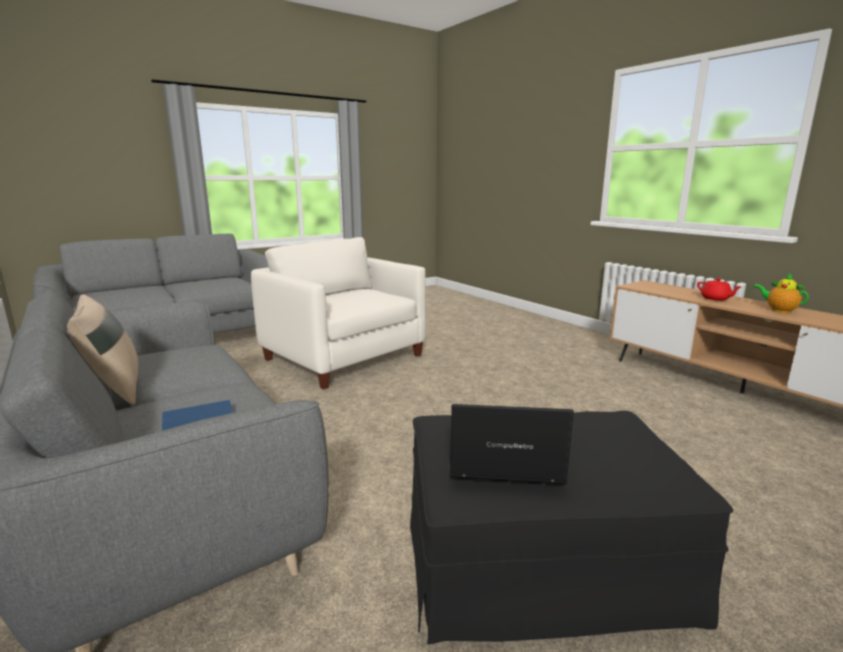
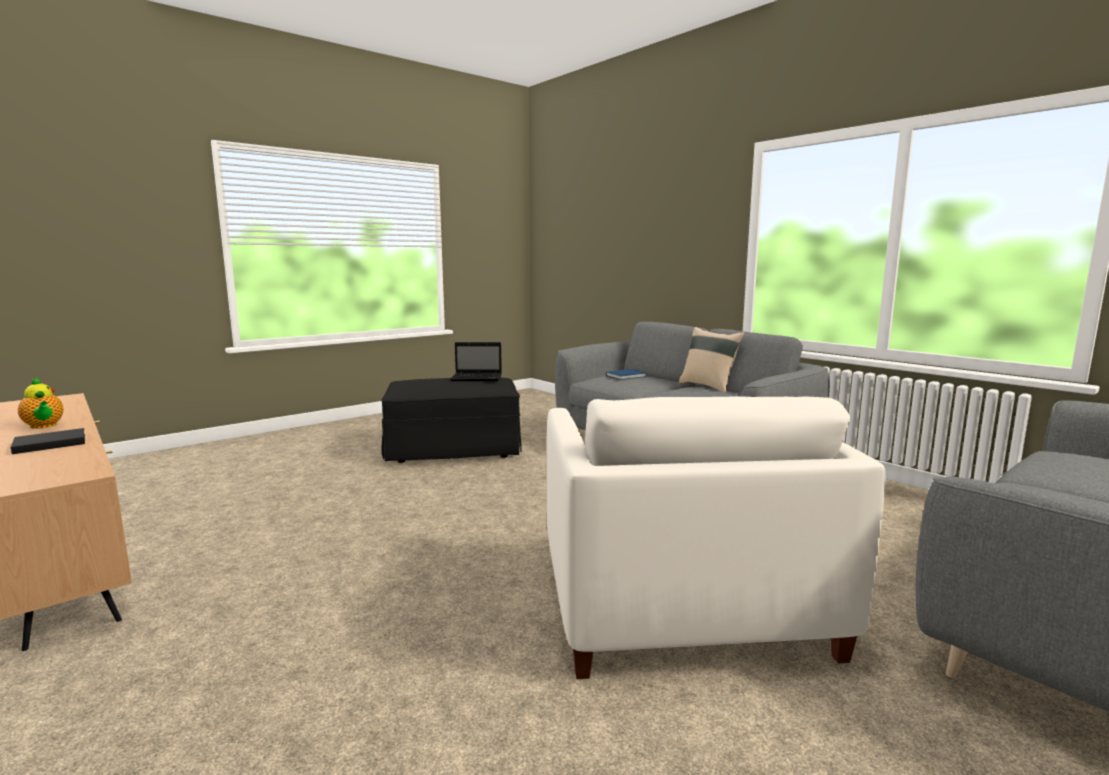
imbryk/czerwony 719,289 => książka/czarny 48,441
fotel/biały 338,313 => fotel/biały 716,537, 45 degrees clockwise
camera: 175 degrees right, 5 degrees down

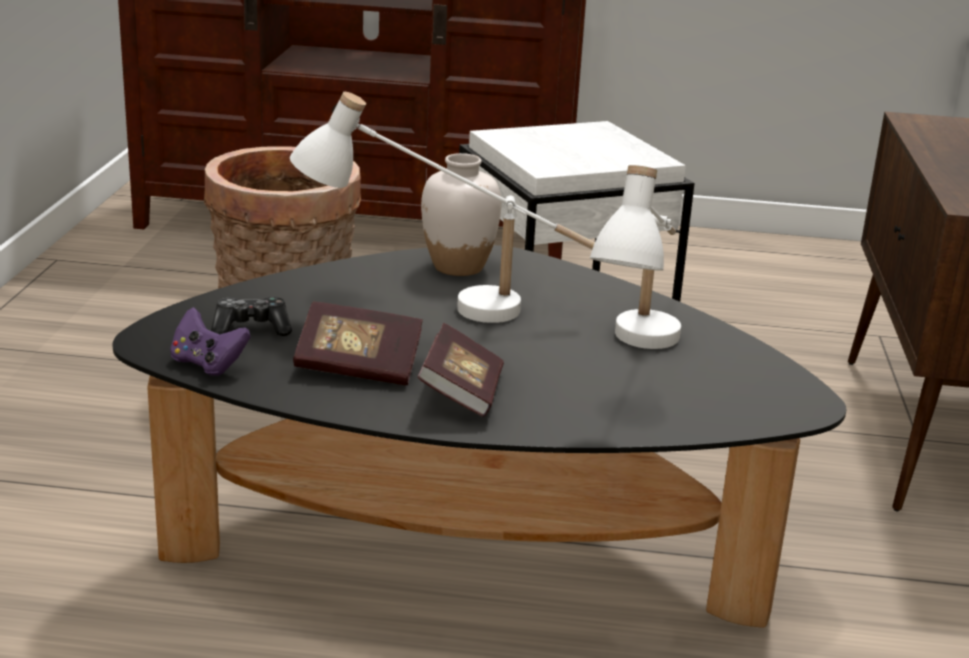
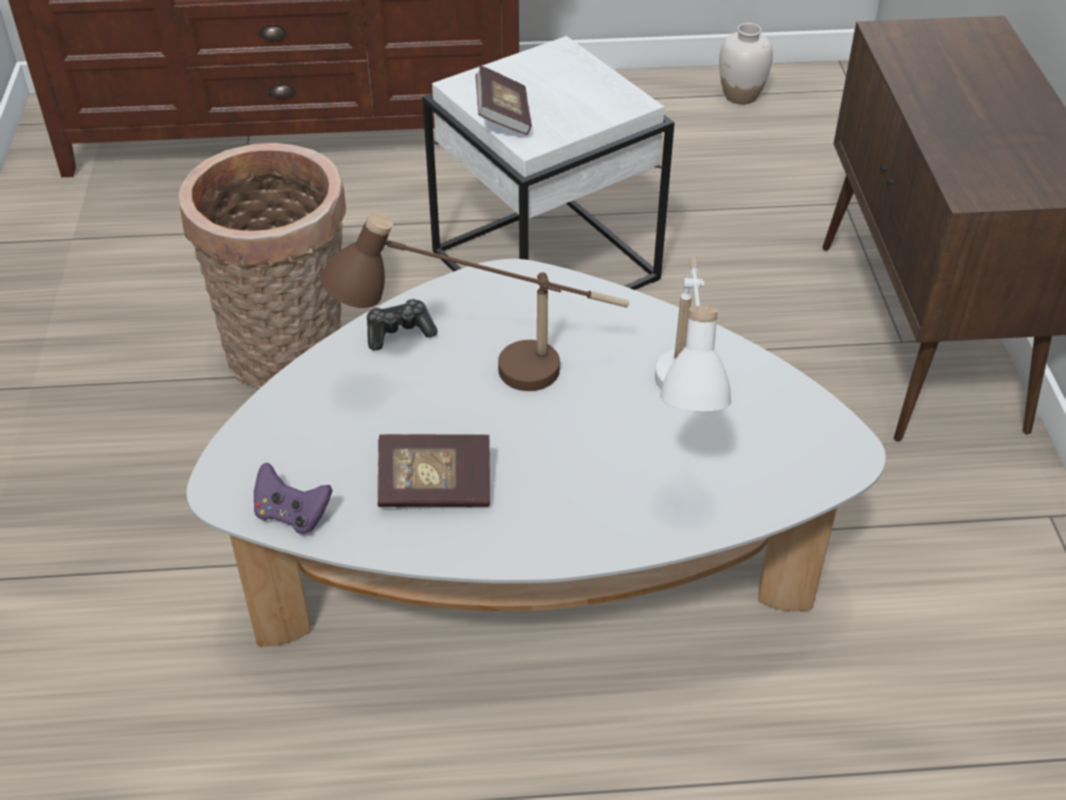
ława/czarny 479,436 => ława/biały 536,452
lampa stołowa/biały 442,207 => lampa stołowa/brązowy 474,301
pad do gier 251,316 => pad do gier 402,324, move
książka 461,370 => książka 503,100, move
wazon/biały 461,214 => wazon/biały 746,63, move
camera: 10 degrees left, 20 degrees up

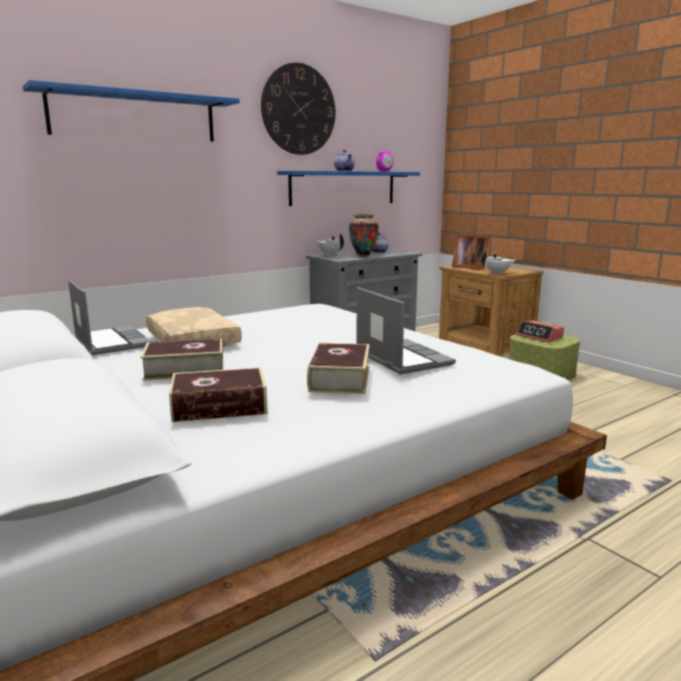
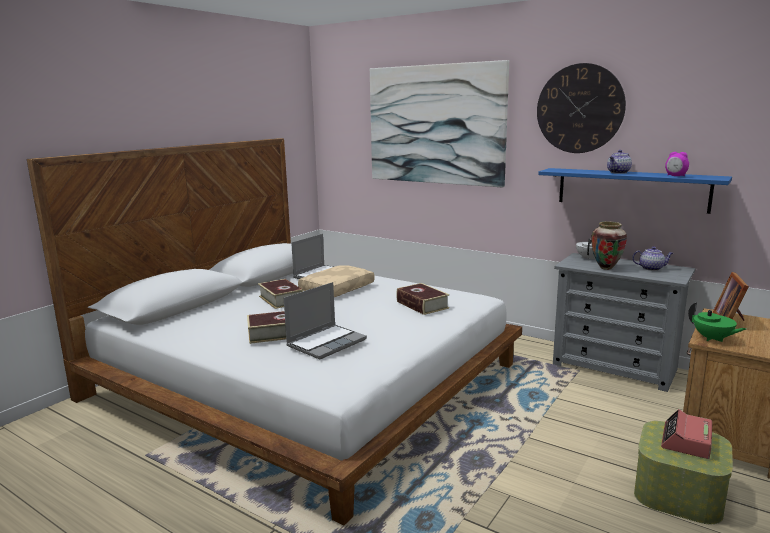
półka/niebieski 131,110 => obraz 439,124
książka 218,394 => książka 423,299, move
imbryk/biały 498,263 => imbryk/zielony 717,322
camera: 70 degrees right, 0 degrees up

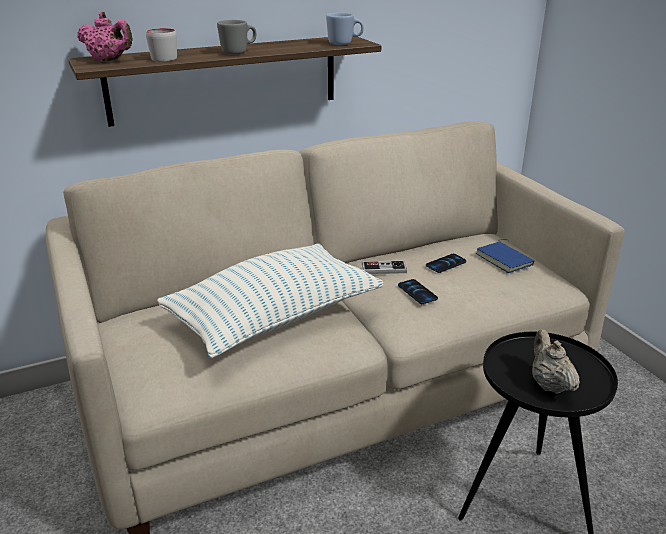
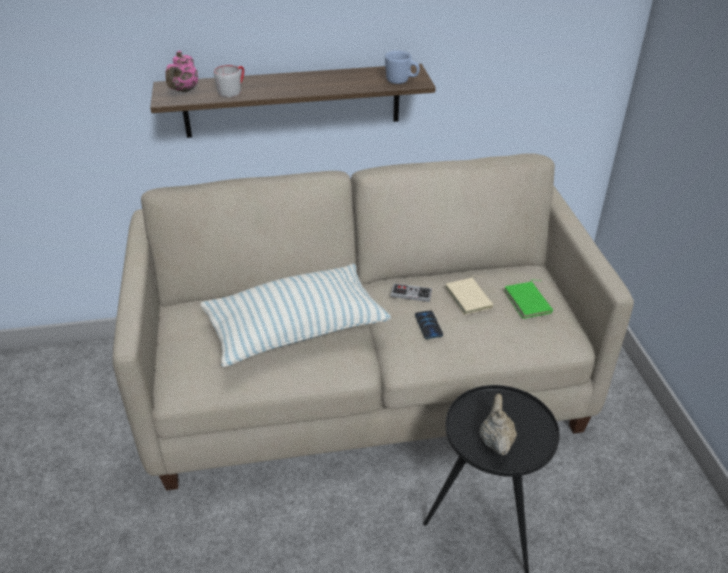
imbryk/różowy 105,36 => imbryk/różowy 182,71, 60 degrees clockwise
telefon 446,263 => książka/beżowy 469,295
książka/niebieski 505,256 => książka/zielony 528,299
kubek/szary 236,37 => nothing
camera: 15 degrees right, 10 degrees up

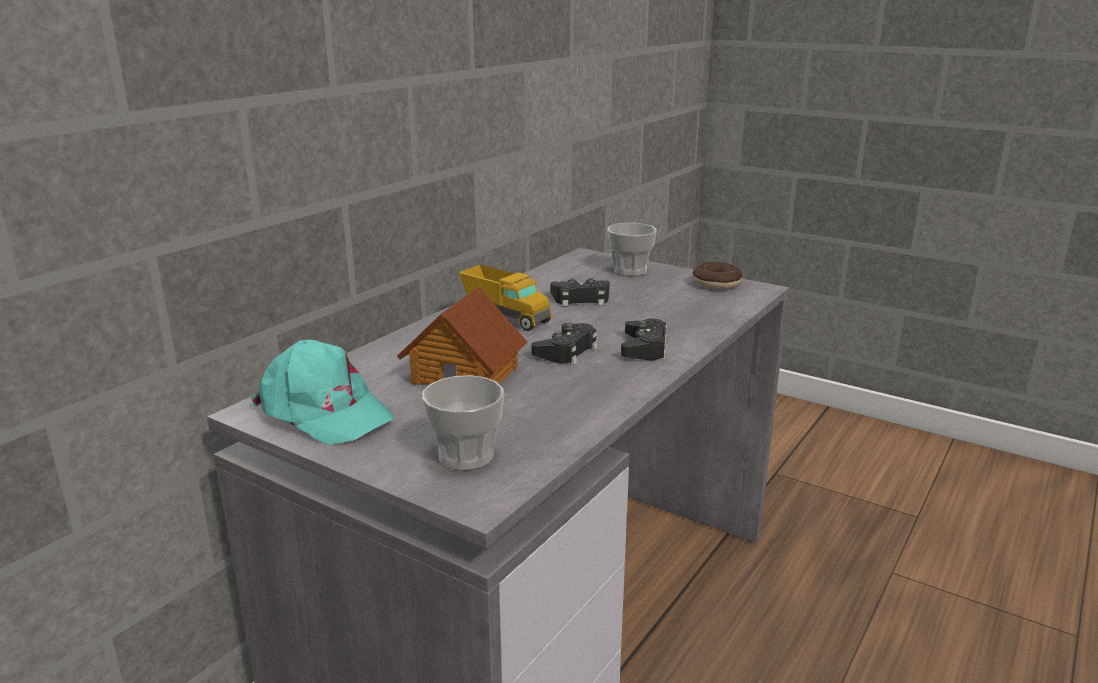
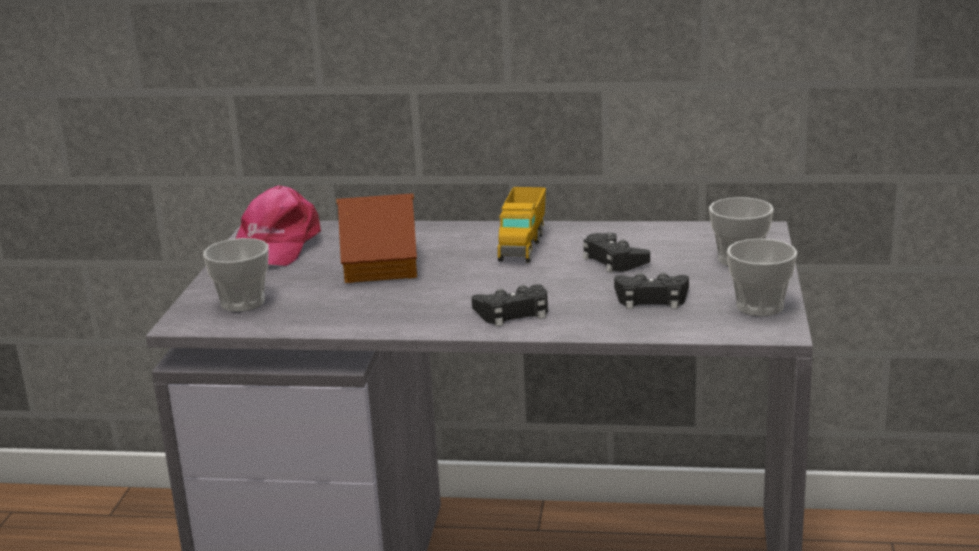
czapka z daszkiem/turkusowy 323,392 => czapka z daszkiem/różowy 278,225
pad do gier/czarny 564,344 => pad do gier/czarny 651,291, move
donut 717,276 => filiżanka 762,277
camera: 65 degrees right, 0 degrees up

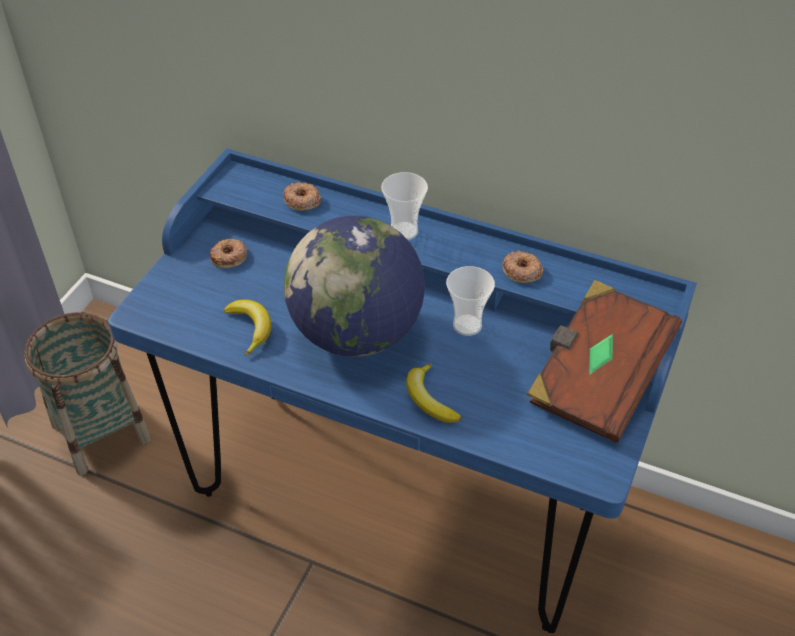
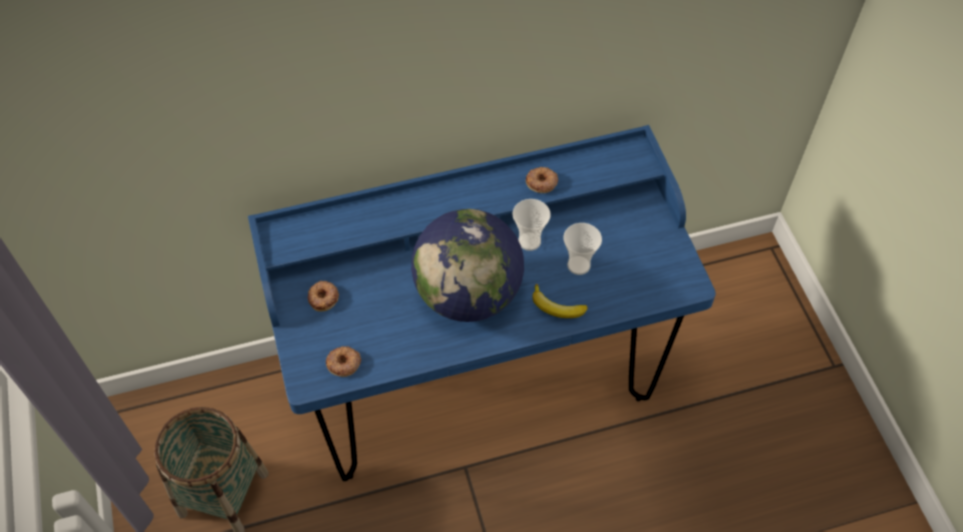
donut 302,196 => donut 343,361, move
filiżanka 404,206 => filiżanka 582,249, move
banan 247,328 => nothing
książka/brązowy 604,361 => nothing
camera: 40 degrees left, 10 degrees up

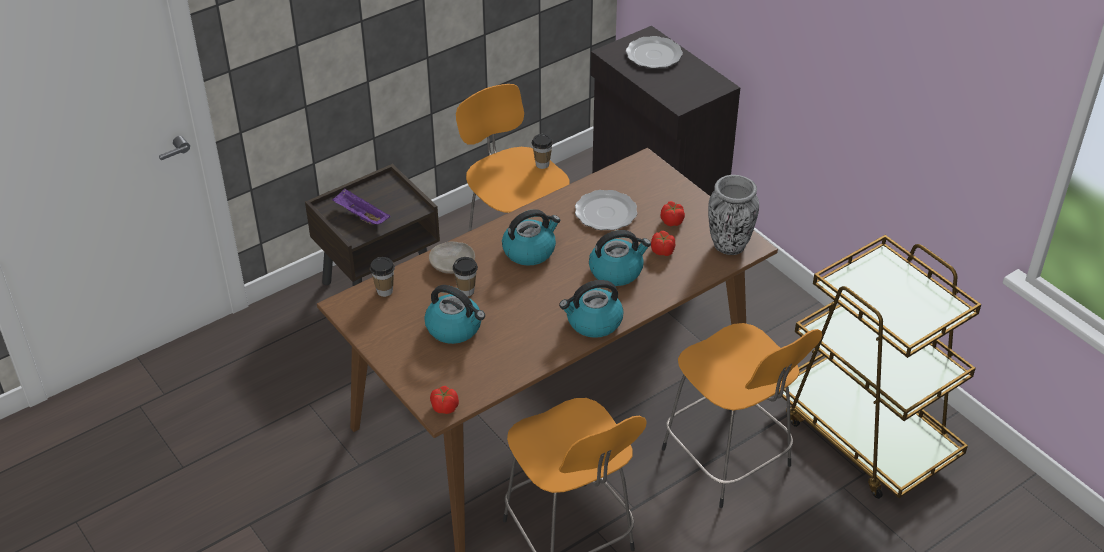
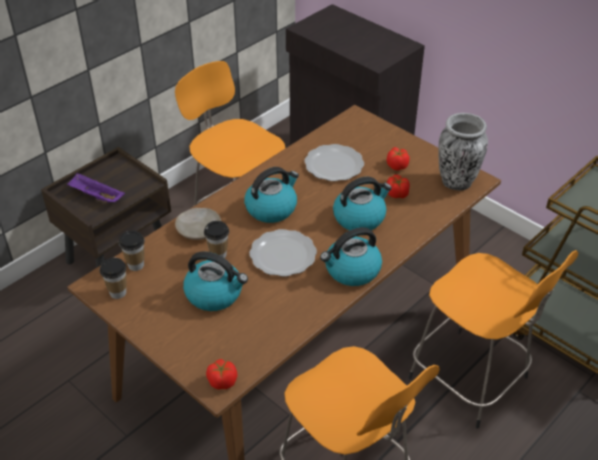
filiżanka 542,151 => filiżanka 113,278, move
talerz 654,52 => talerz 283,253, move
camera: 10 degrees left, 0 degrees up

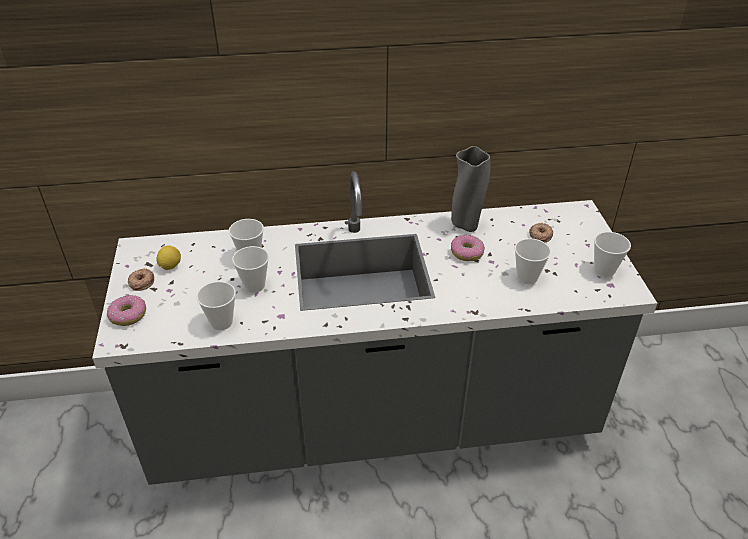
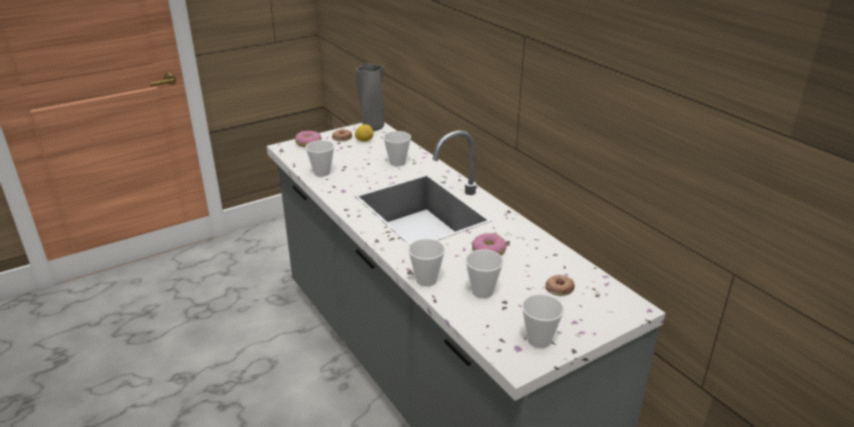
wazon/szary 471,189 => wazon/szary 370,97, move
filiżanka 250,269 => filiżanka 426,262, move
camera: 65 degrees right, 10 degrees down

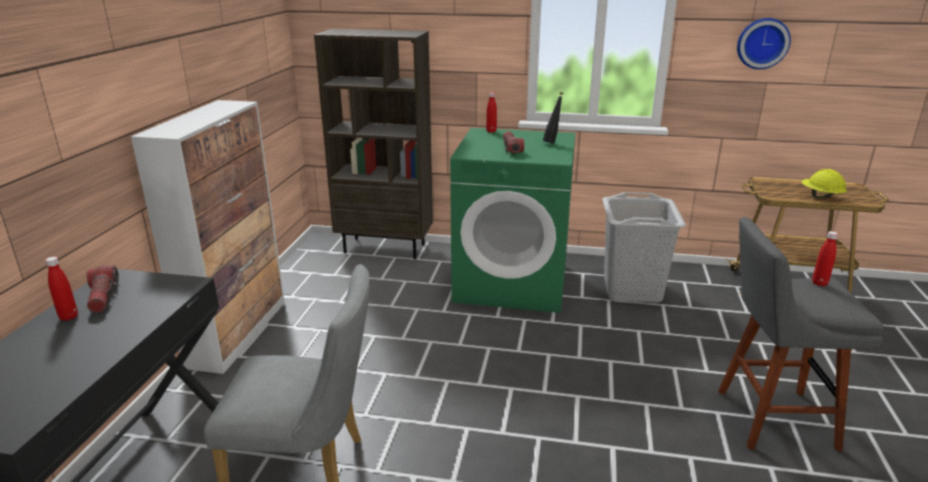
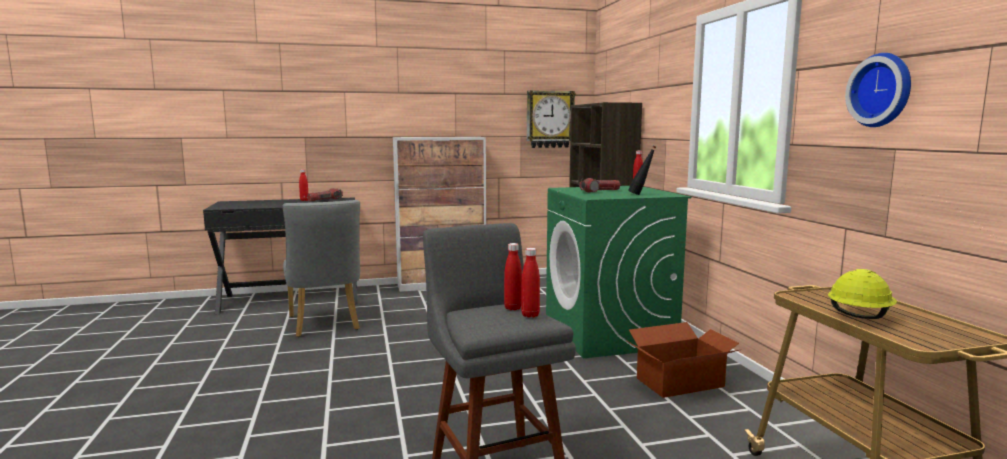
nothing => butelka/czerwony 513,276
nothing => zegar ścienny 551,119
kosz na pranie/szary 644,247 => karton 684,360
camera: 65 degrees right, 15 degrees down

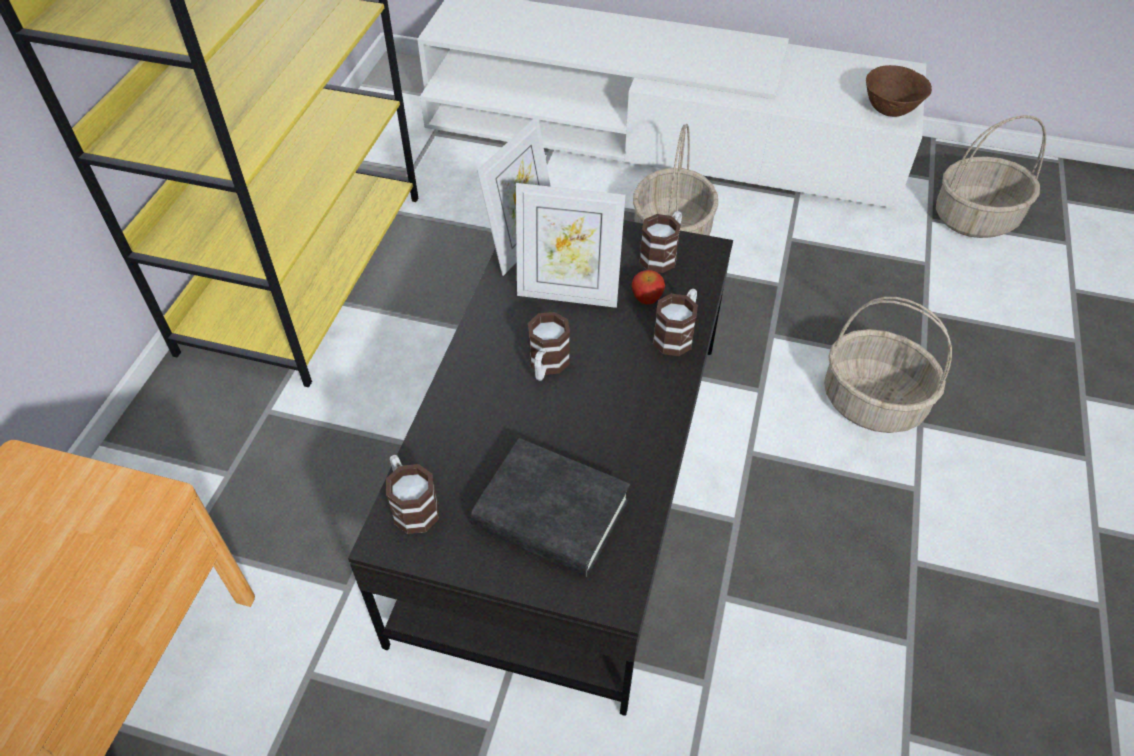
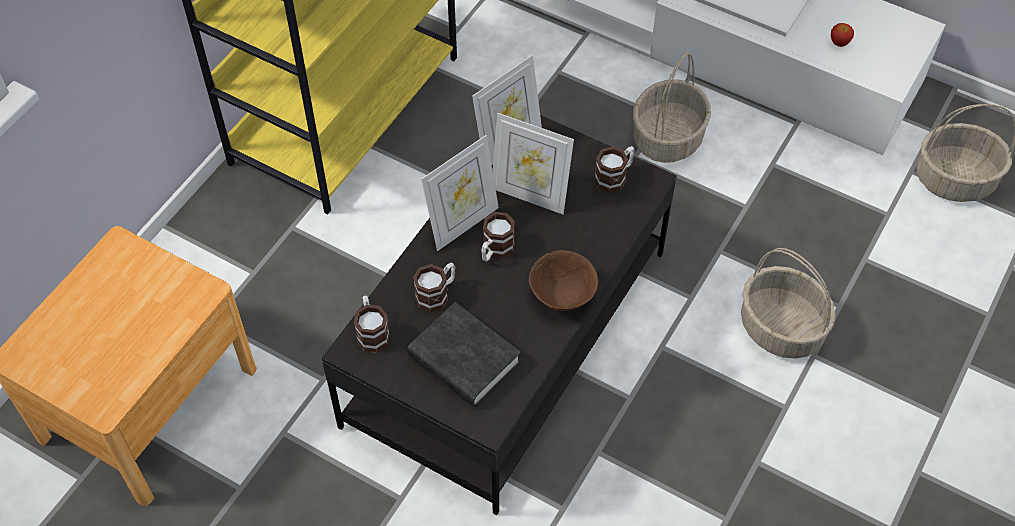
kubek 675,322 => kubek 434,287, move
nothing => ramka na zdjęcie 460,193
miska/brązowy 899,91 => miska/brązowy 563,280, move
jabłko 648,287 => jabłko 842,35, move
camera: 15 degrees right, 5 degrees up

